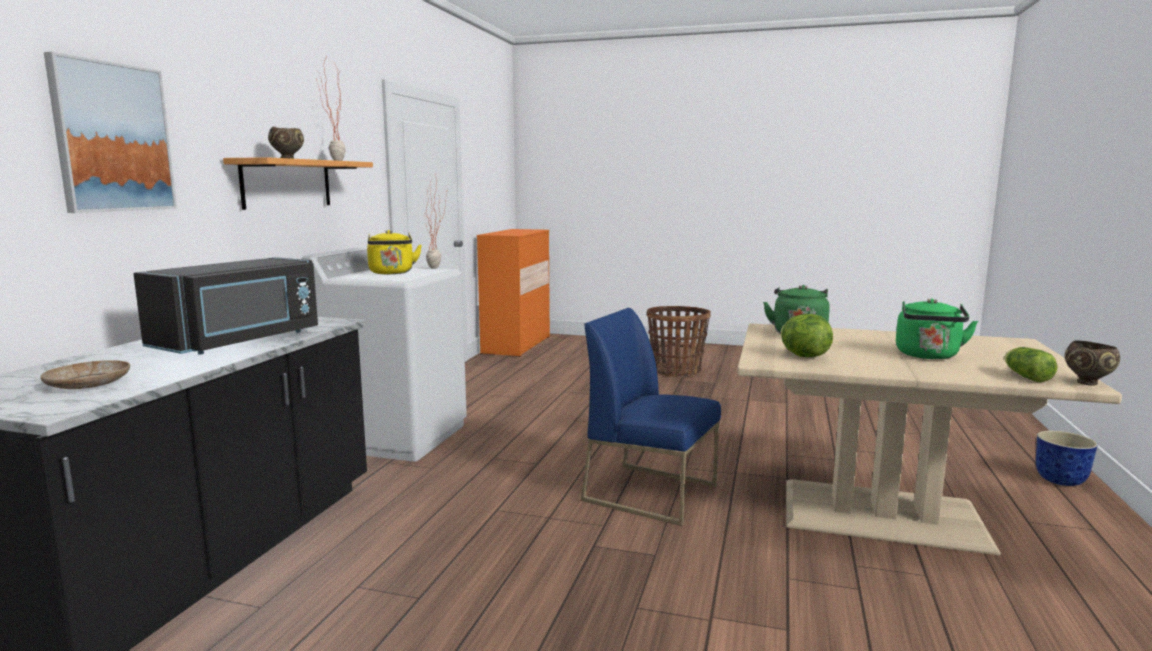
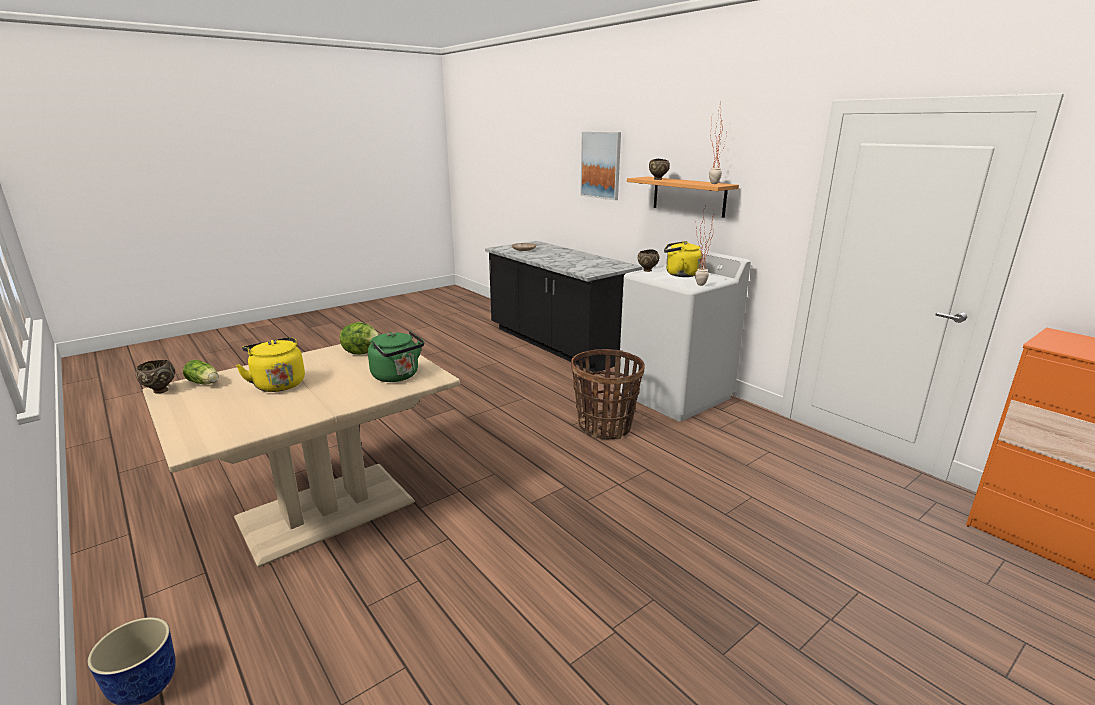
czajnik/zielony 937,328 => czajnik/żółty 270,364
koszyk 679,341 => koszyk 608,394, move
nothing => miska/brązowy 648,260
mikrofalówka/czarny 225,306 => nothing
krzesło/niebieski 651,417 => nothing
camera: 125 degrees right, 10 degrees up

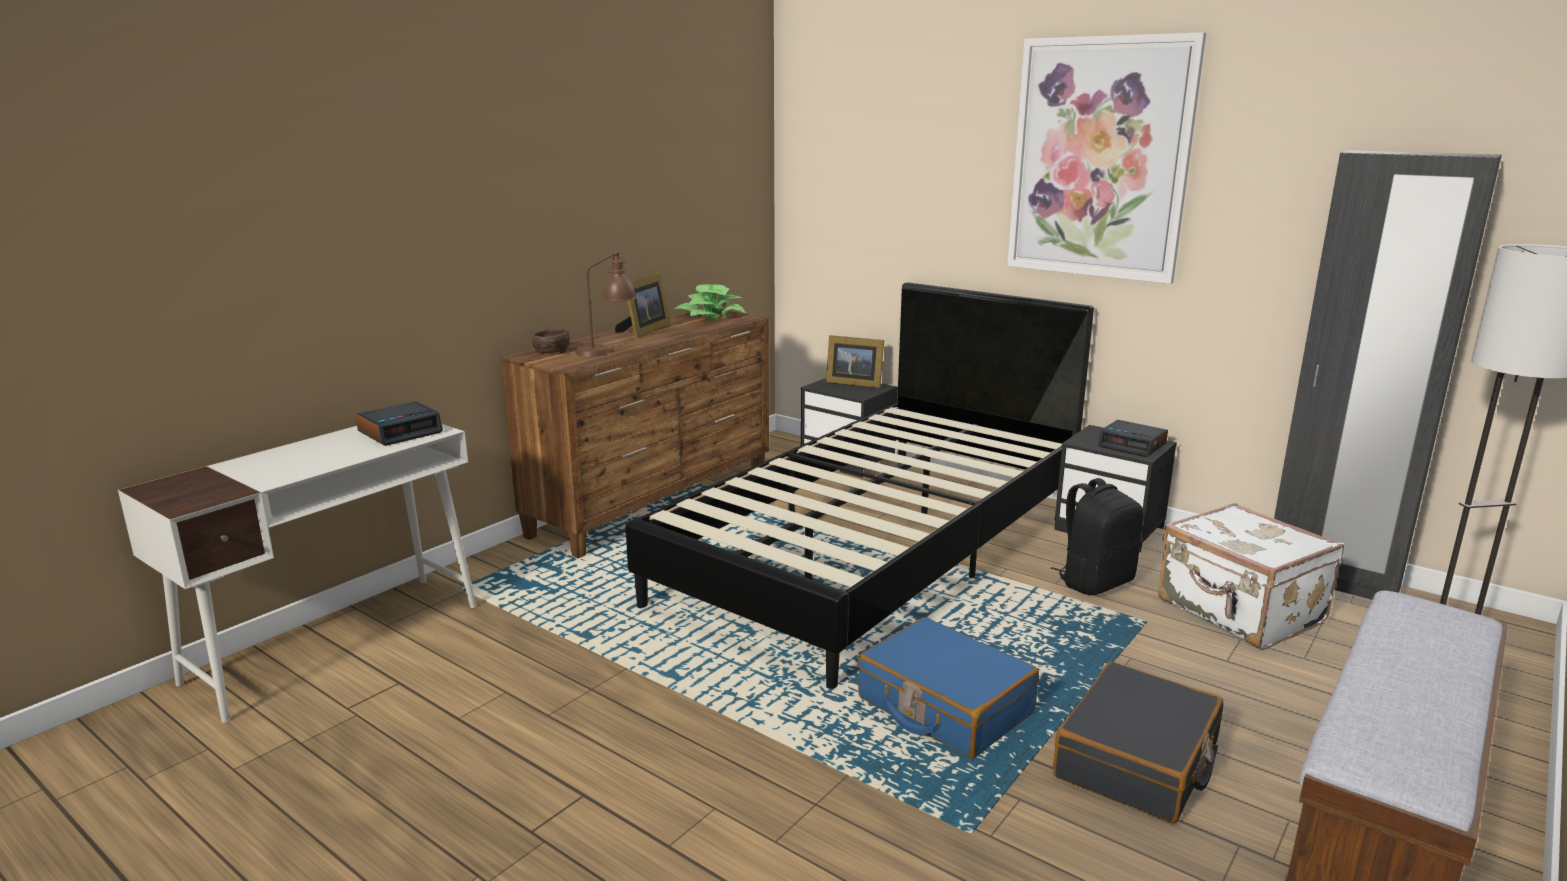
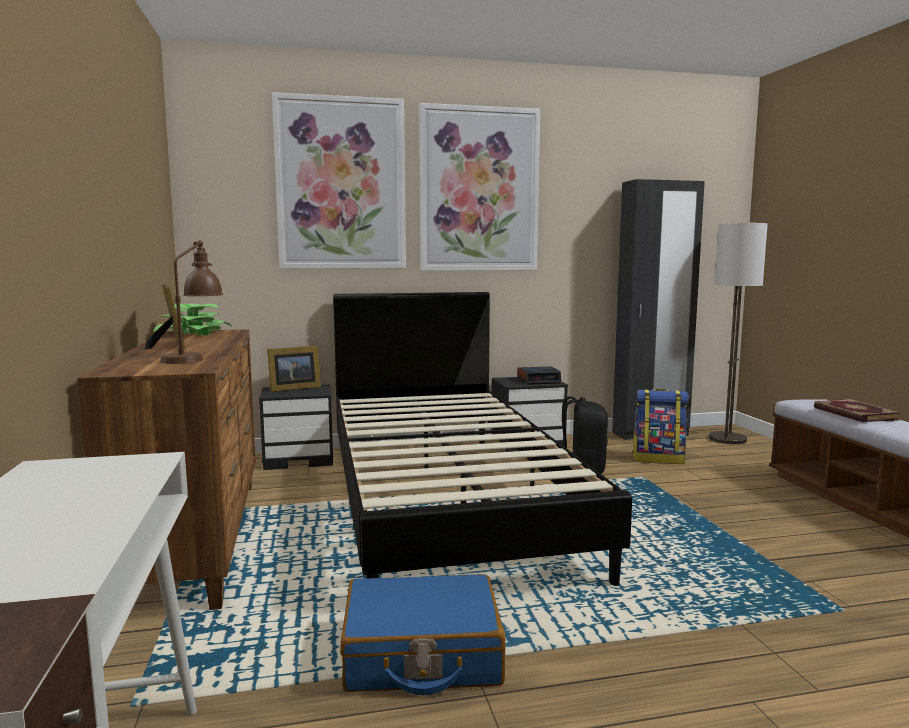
nothing => obraz 339,180
walizka/niebieski 948,688 => walizka/niebieski 422,634, move
walizka/biały 1251,576 => plecak 660,426
nothing => książka 857,410
budzik 399,423 => nothing
miska/brązowy 551,341 => nothing
walizka/czarny 1138,743 => nothing
camera: 50 degrees left, 10 degrees down

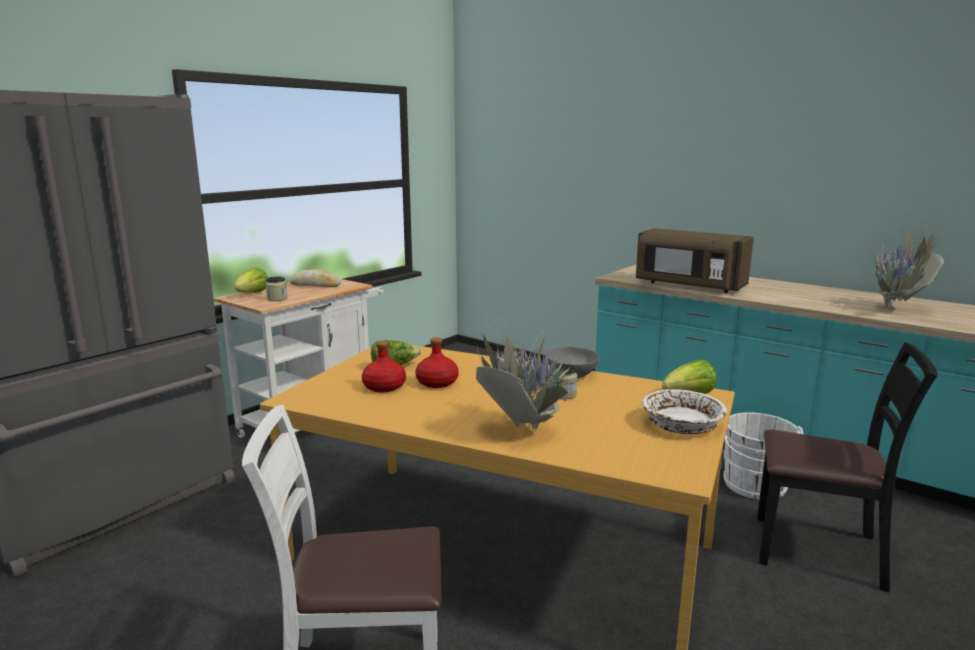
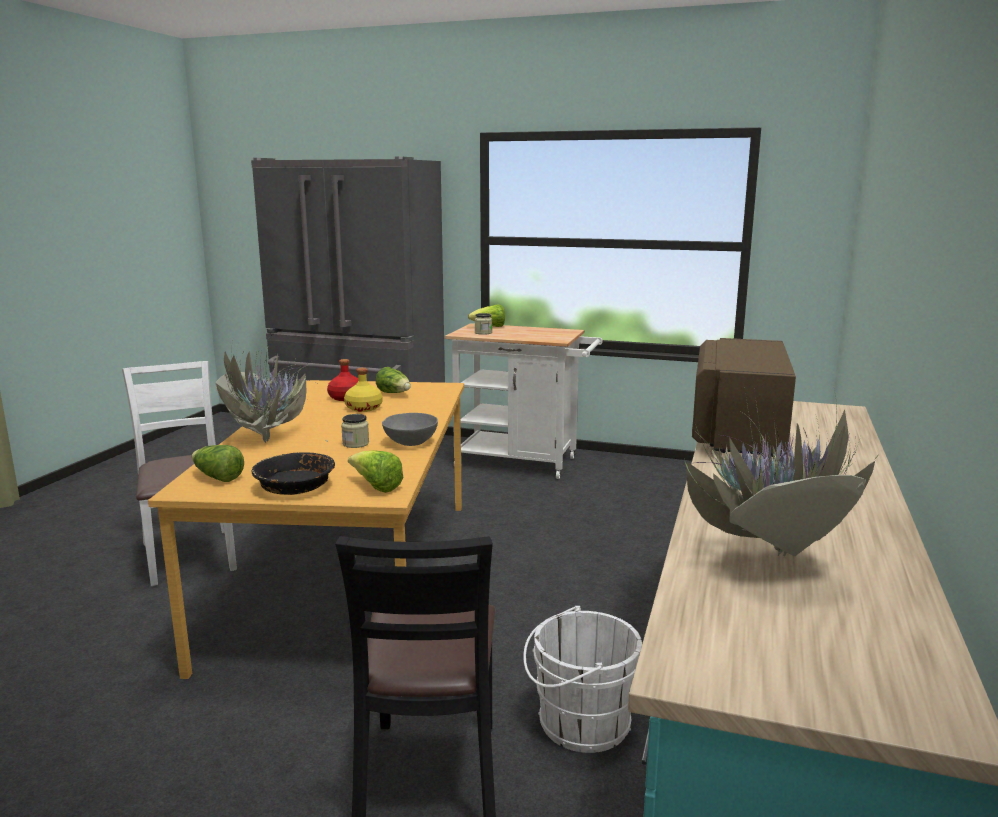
nothing => sałata 218,463
miska/biały 684,411 => miska/czarny 293,473
butelka/czerwony 437,362 => butelka/żółty 363,390
chleb 315,278 => nothing
camera: 70 degrees right, 0 degrees up

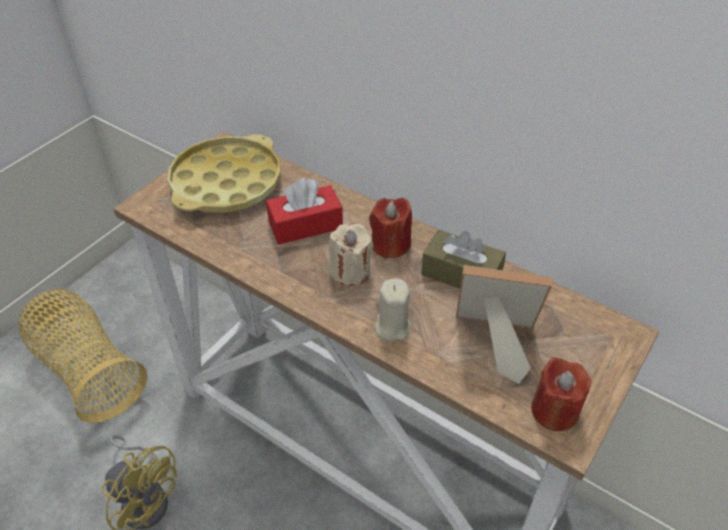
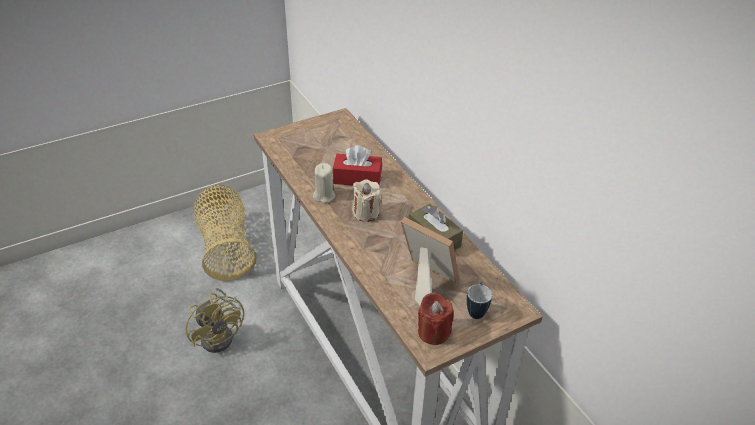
świeca/beżowy 392,310 => świeca/beżowy 324,183, move
nothing => kubek 479,301
taca/żółty 224,173 => nothing
świeca/czerwony 390,228 => nothing
camera: 25 degrees right, 5 degrees down

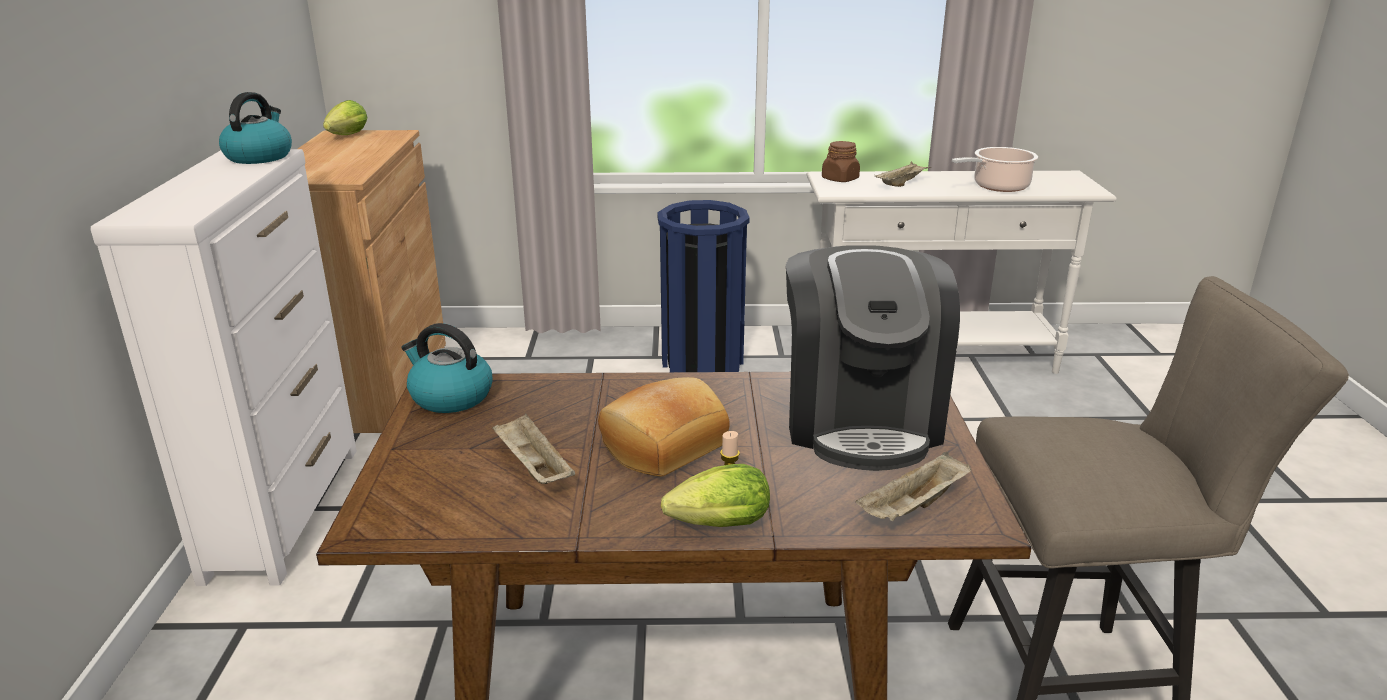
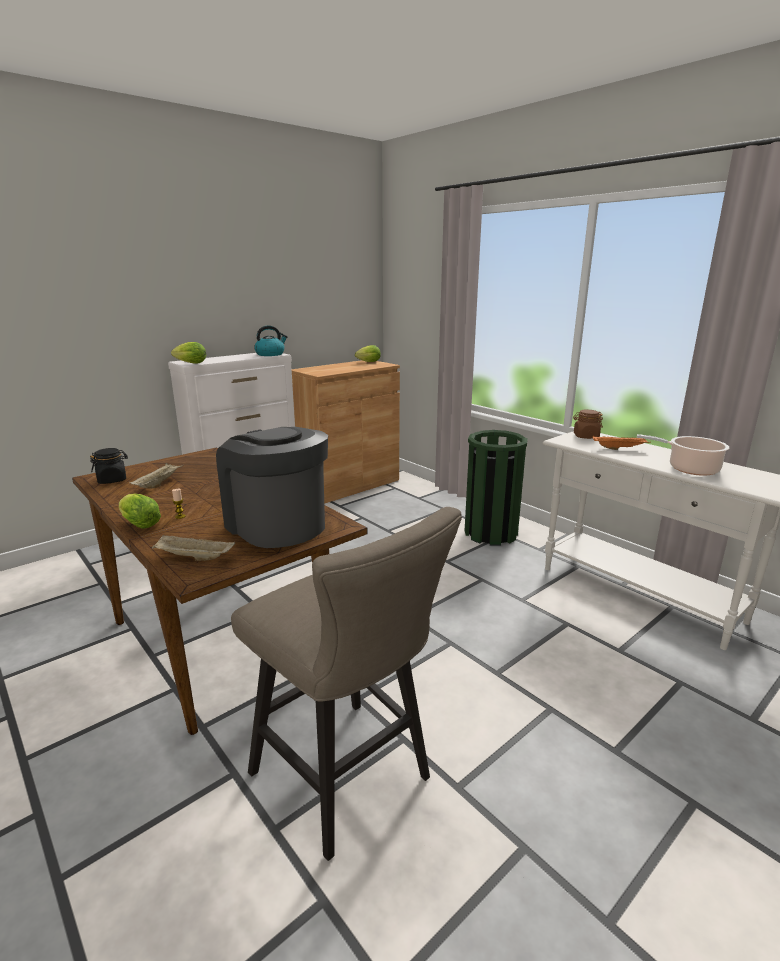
nothing => słoik/czarny 109,466
nothing => sałata 188,353
ekspres do kawy 873,358 => ekspres do kawy 272,487, 90 degrees clockwise
kosz na śmieci/niebieski 703,286 => kosz na śmieci/zielony 496,487
taca/beżowy 903,174 => taca/pomarańczowy 621,443
czajnik 447,368 => nothing
chleb 664,427 => nothing
camera: 50 degrees right, 5 degrees down

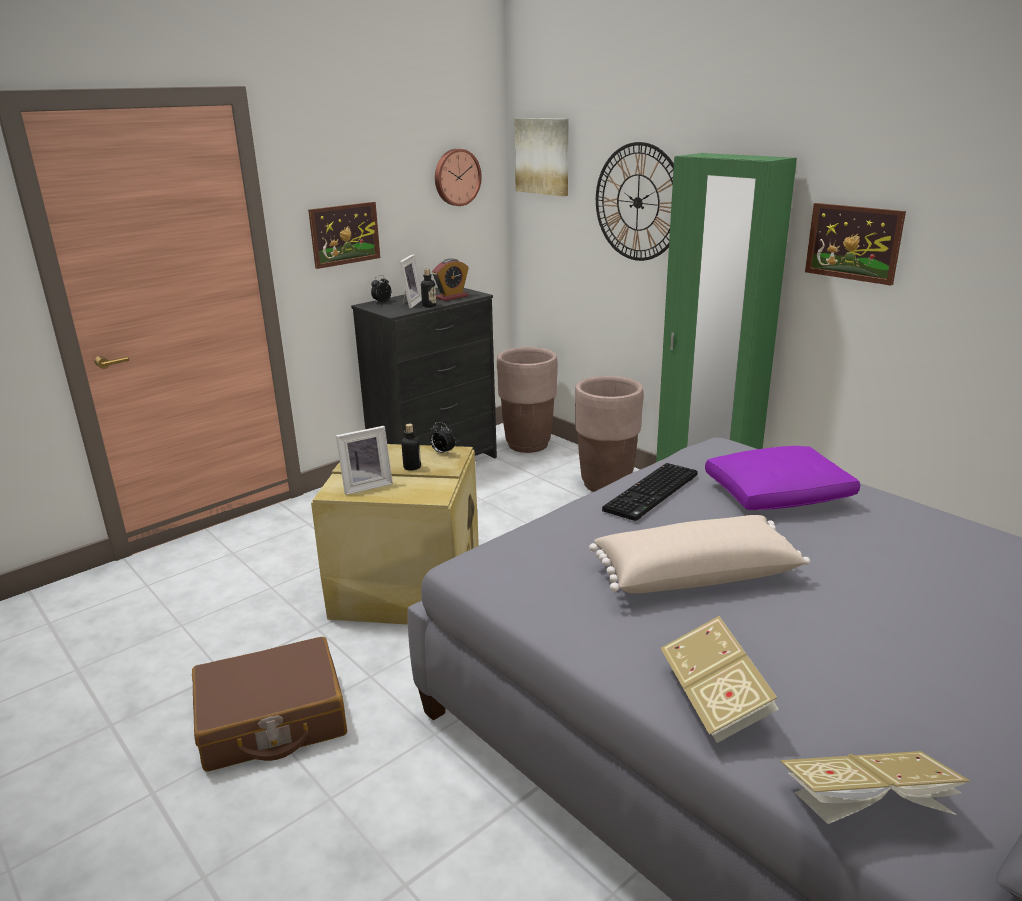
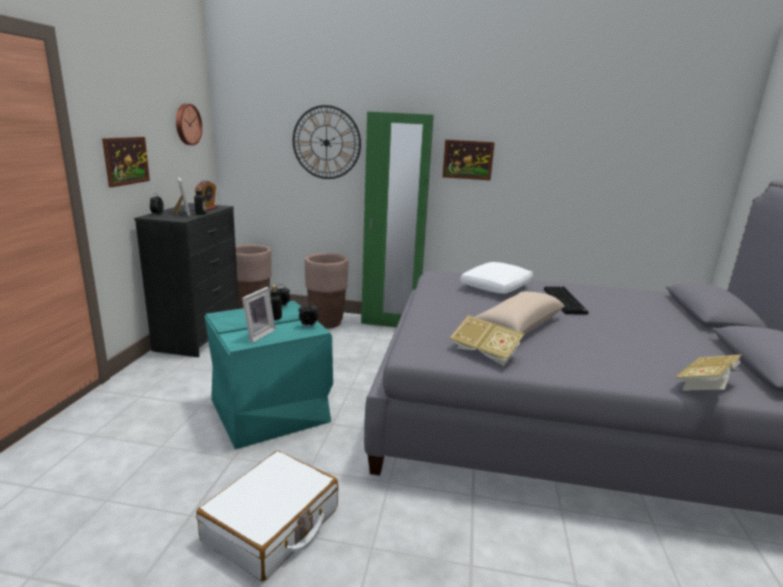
walizka/brązowy 269,704 => walizka/biały 267,516
pojemnik do przechowywania/beżowy 395,534 => pojemnik do przechowywania/turkusowy 268,375
nothing => budzik 308,314
książka 720,679 => książka 487,340, move
poduszka/fioletowy 782,478 => poduszka/biały 496,277
klawiatura 650,492 => klawiatura 566,300, move
obraz 541,157 => nothing
camera: 40 degrees left, 5 degrees down

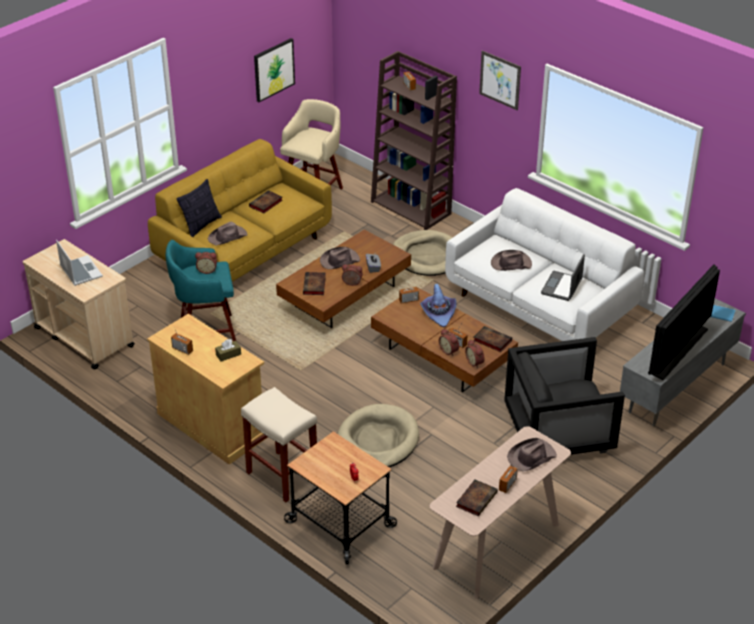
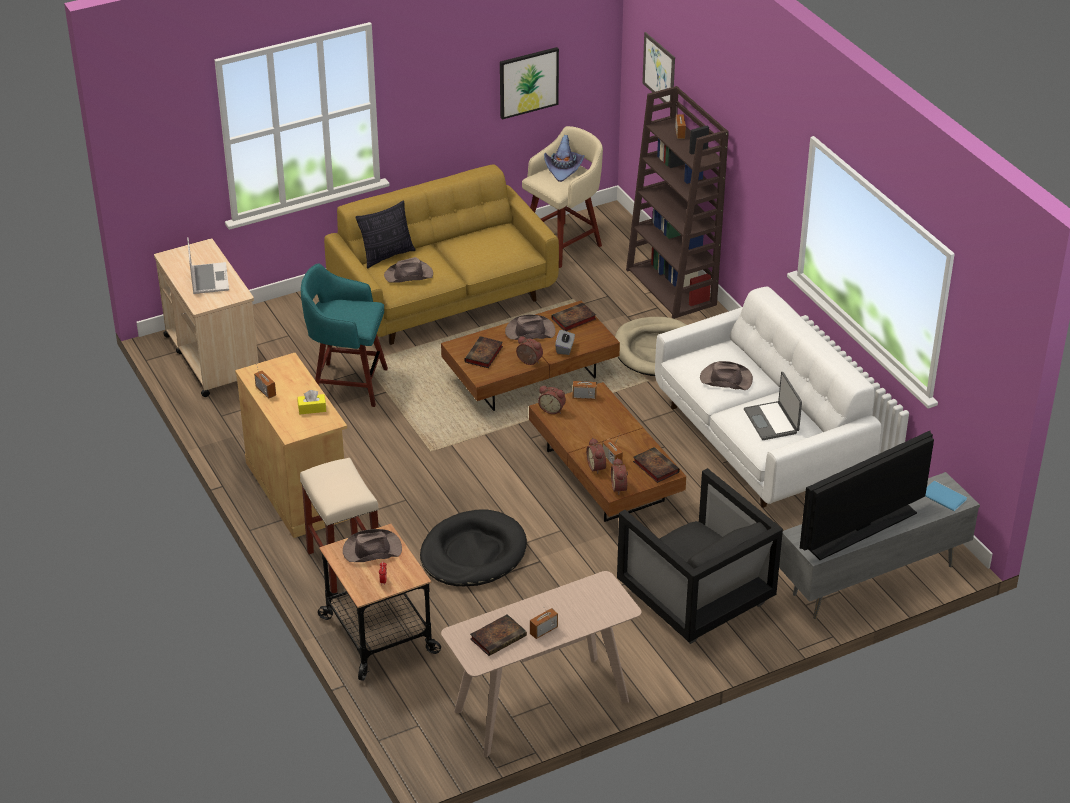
pudełko chusteczek/brązowy 228,350 => pudełko chusteczek/żółty 312,402
kapelusz/brązowy 532,454 => kapelusz/brązowy 372,545, move
legowisko/beżowy 378,435 => legowisko/czarny 473,547
budzik 206,263 => budzik 552,400, move
kapelusz/fioletowy 438,305 => kapelusz/fioletowy 564,158, move
książka 266,202 => książka 573,317, move
fotel/czarny 564,396 => fotel/czarny 700,556, 135 degrees counterclockwise
obraz 500,80 => obraz 658,70, move
laptop 563,277 => laptop 773,406, 60 degrees counterclockwise
camera: 20 degrees right, 0 degrees up

